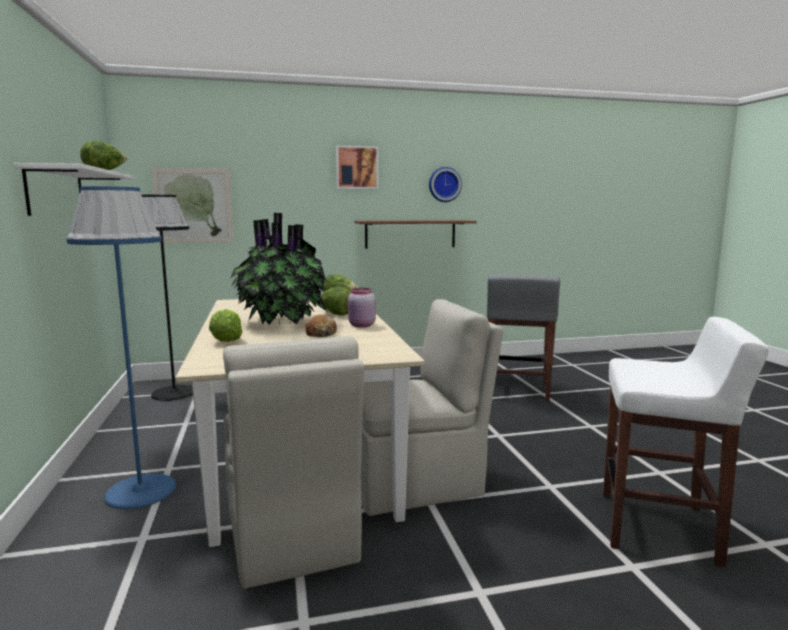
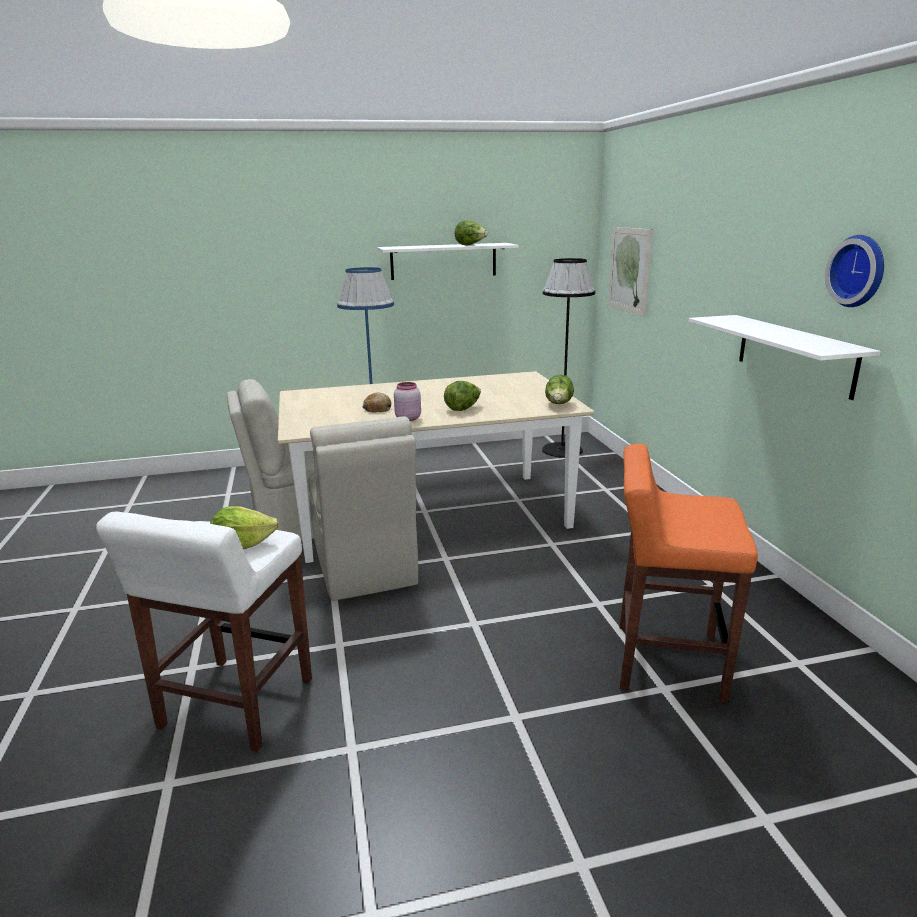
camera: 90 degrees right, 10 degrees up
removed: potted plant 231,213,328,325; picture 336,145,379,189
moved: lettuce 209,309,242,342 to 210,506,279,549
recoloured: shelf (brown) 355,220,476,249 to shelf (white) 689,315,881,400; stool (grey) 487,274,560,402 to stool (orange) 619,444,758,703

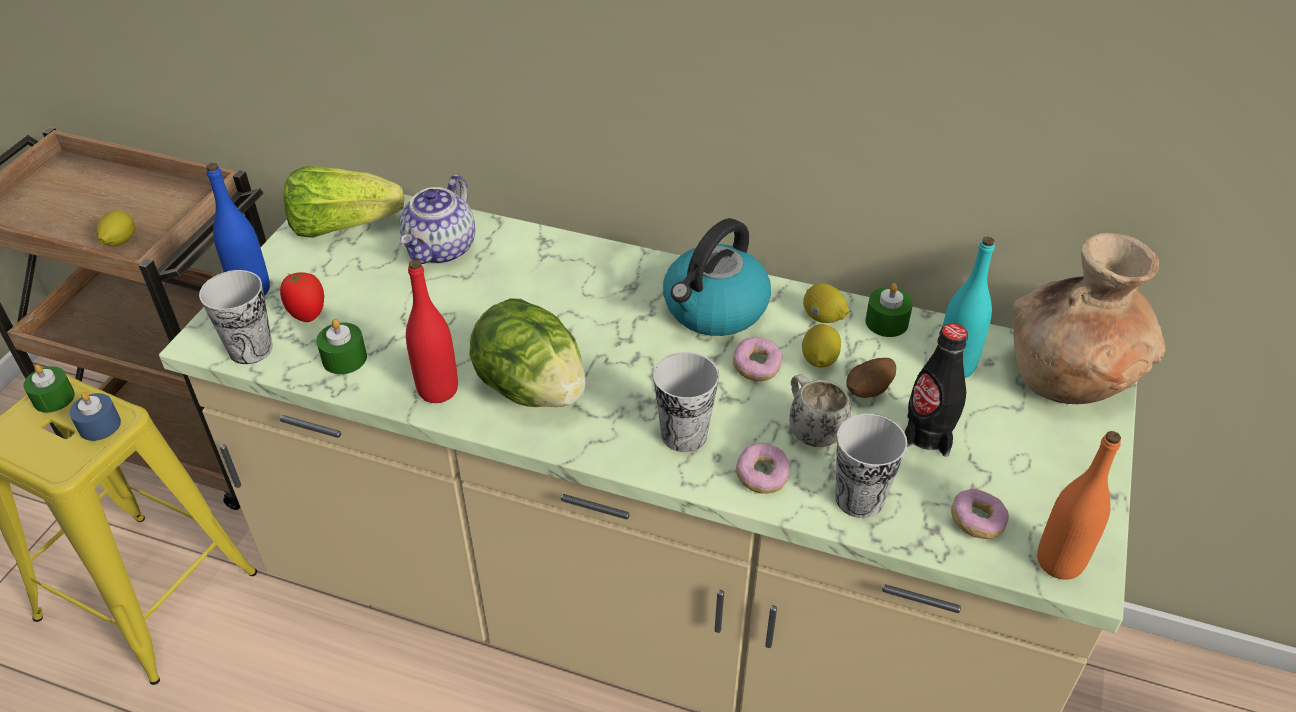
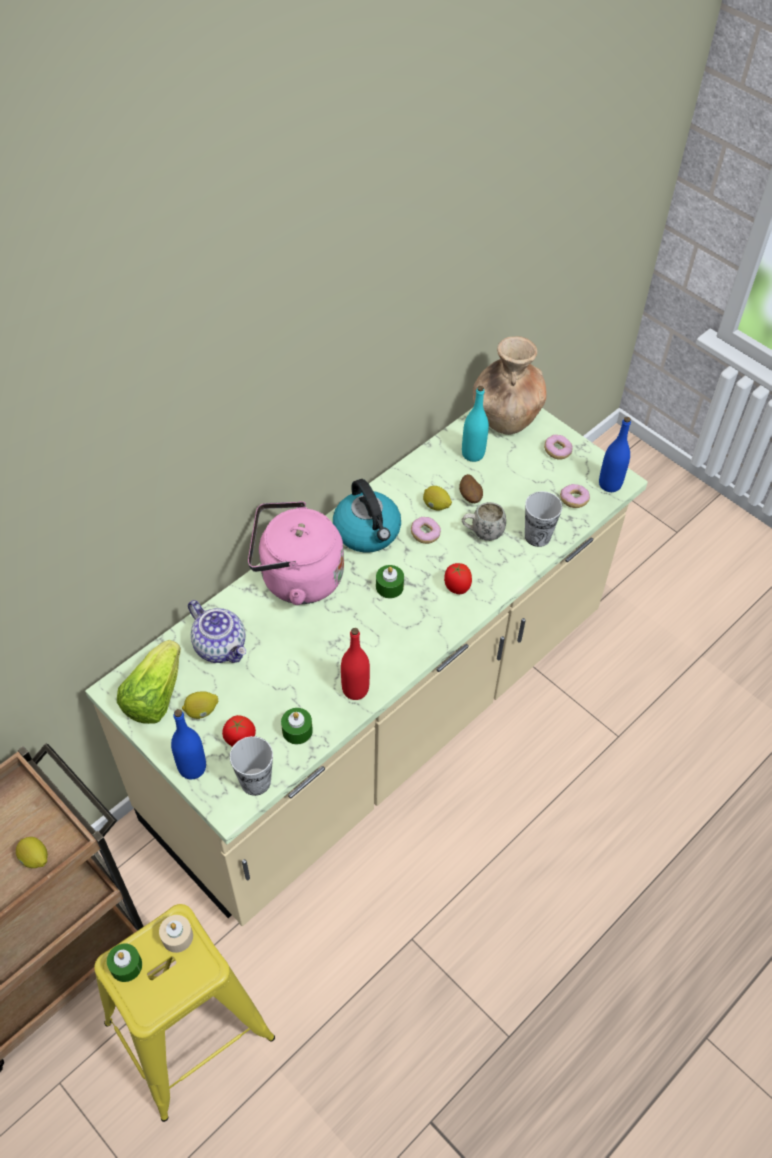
camera: 65 degrees left, 10 degrees up
removed: lettuce 469,298,586,407; bottle (black) 904,323,968,457
added: kettle (pink) 248,501,344,605
moved: donut 736,443,791,494 to 544,434,573,460; lemon 803,283,849,323 to 182,691,218,719; candle (green) 865,283,913,337 to 376,565,404,598
replaced: cup 653,352,719,452 to tomato 444,563,472,594
recoloured: candle (blue) 69,392,121,441 to candle (beige) 159,915,193,953; bottle (orange) 1037,431,1121,580 to bottle (blue) 599,417,631,492

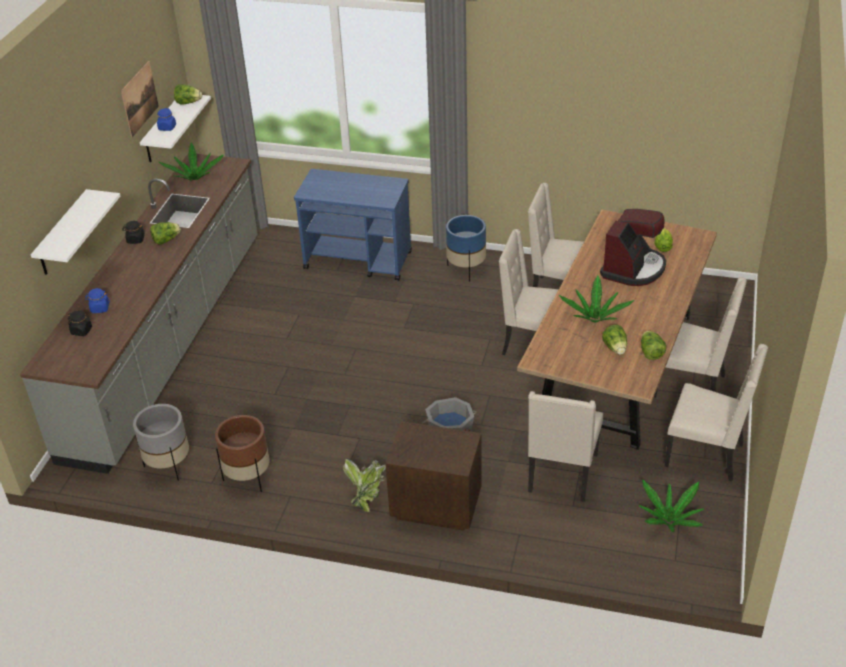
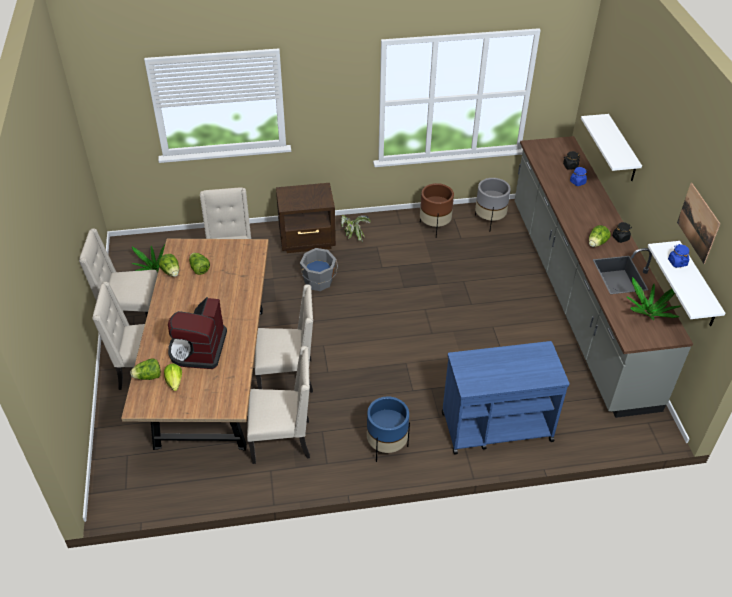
camera: 155 degrees right, 5 degrees up
removed: potted plant 559,276,634,323
moved: lettuce 174,84,202,104 to 130,359,161,380

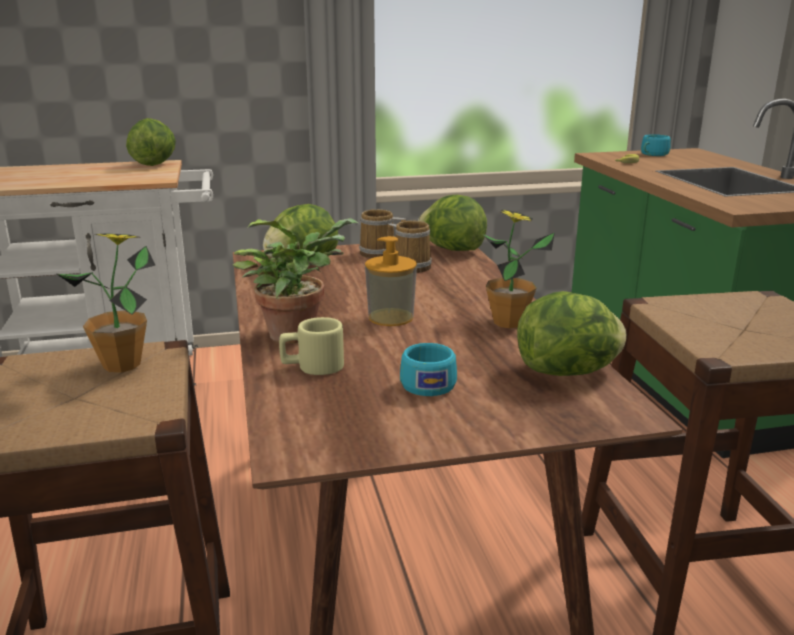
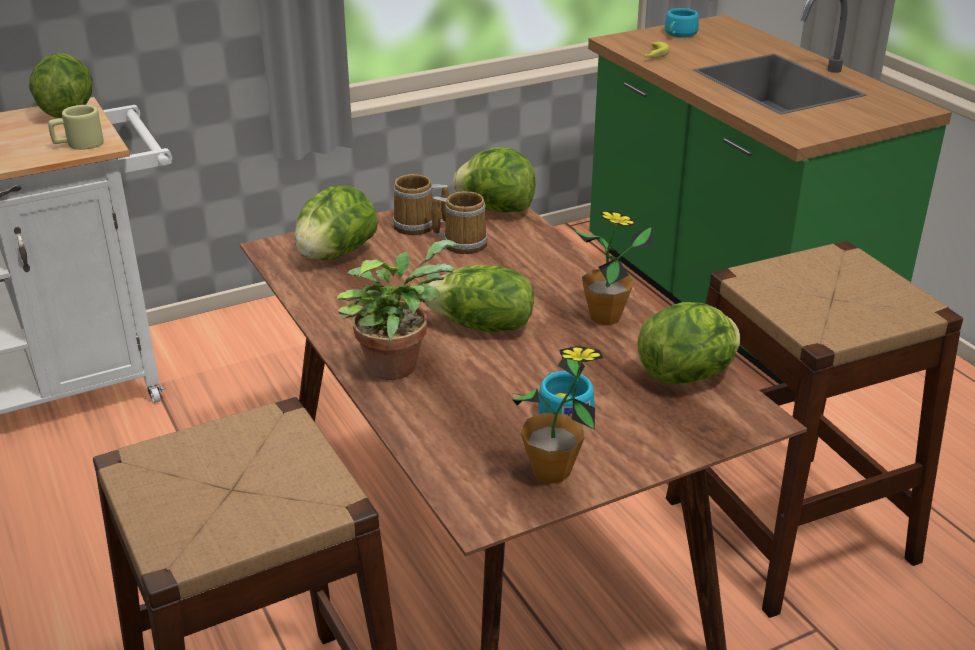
camera: 15 degrees left, 10 degrees up
moved: potted plant 57,233,156,373 to 509,346,603,484; mug (beige) 279,317,344,375 to 48,105,104,150
replaced: soap dispenser 365,236,417,326 to lettuce 424,265,534,332

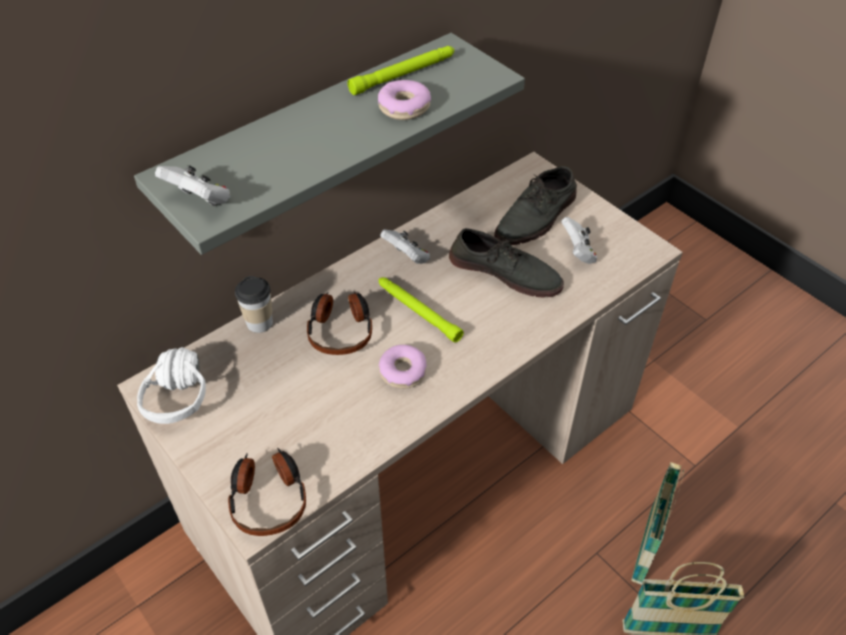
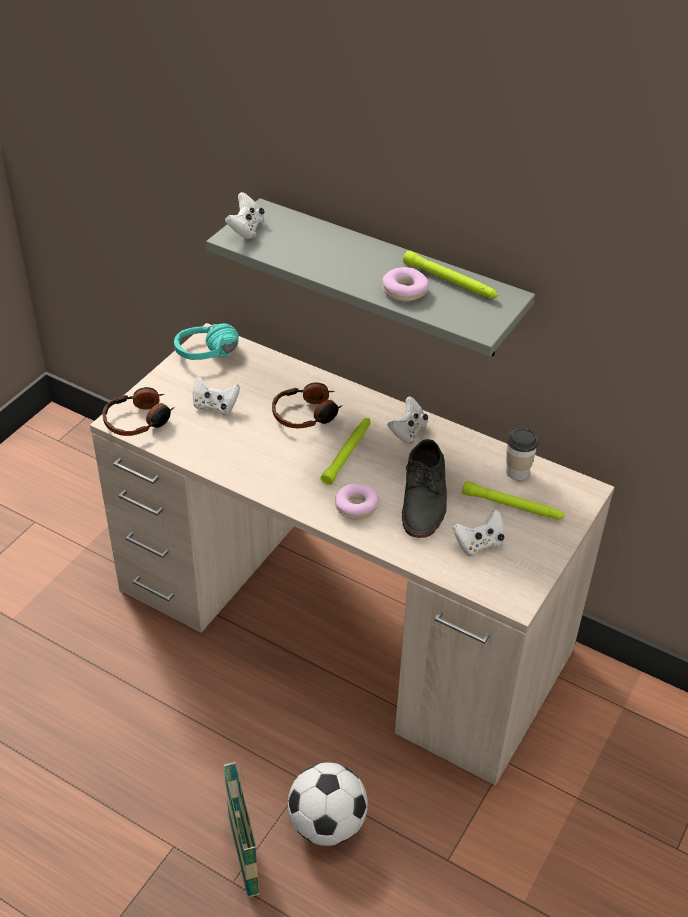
camera: 70 degrees right, 5 degrees down
added: game controller (white) 193,376,240,415
moved: cup 235,276,273,333 to 506,429,538,480; donut 379,345,427,389 to 335,483,379,519
replaced: shoe (grey) 494,166,577,245 to flashlight (green) 462,481,564,520; basket 631,462,684,585 to football 288,762,368,846
recoloured: headphones (white) 137,347,206,424 to headphones (turquoise) 174,323,239,360

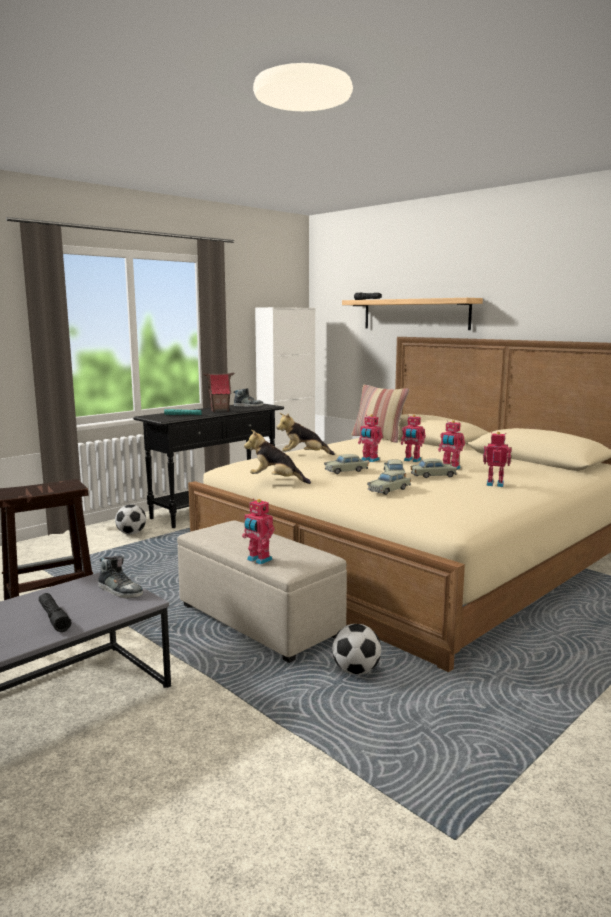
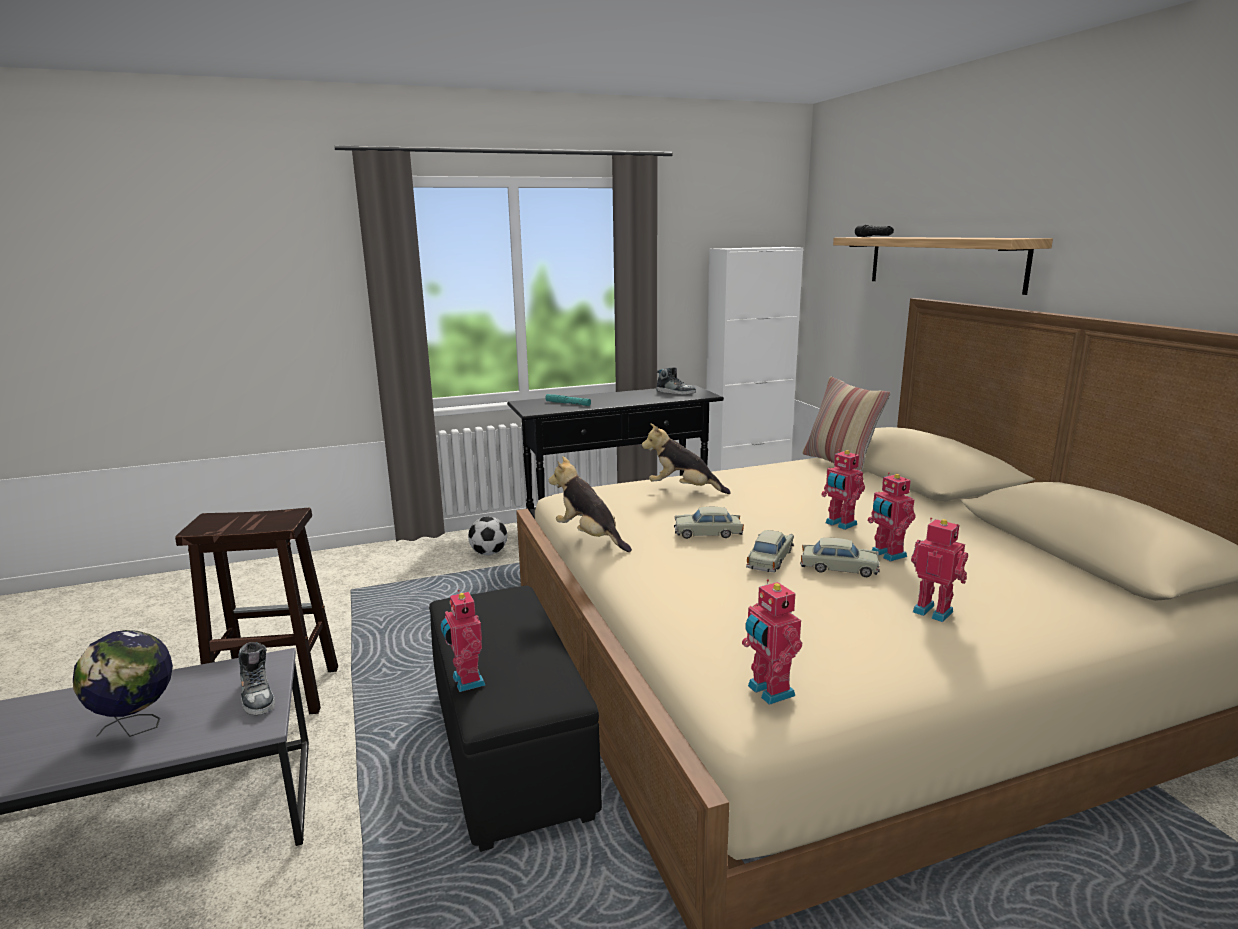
camera: 25 degrees right, 5 degrees up
removed: toy house 204,373,234,412; football 332,624,381,675; toy car (beige) 367,471,411,495
moved: toy robot 358,414,383,462 to 742,579,802,705
replaced: flashlight (black) 39,593,71,632 to globe 73,630,173,737
recoloured: ottoman (beige) 177,521,347,663 to ottoman (black) 429,586,602,852

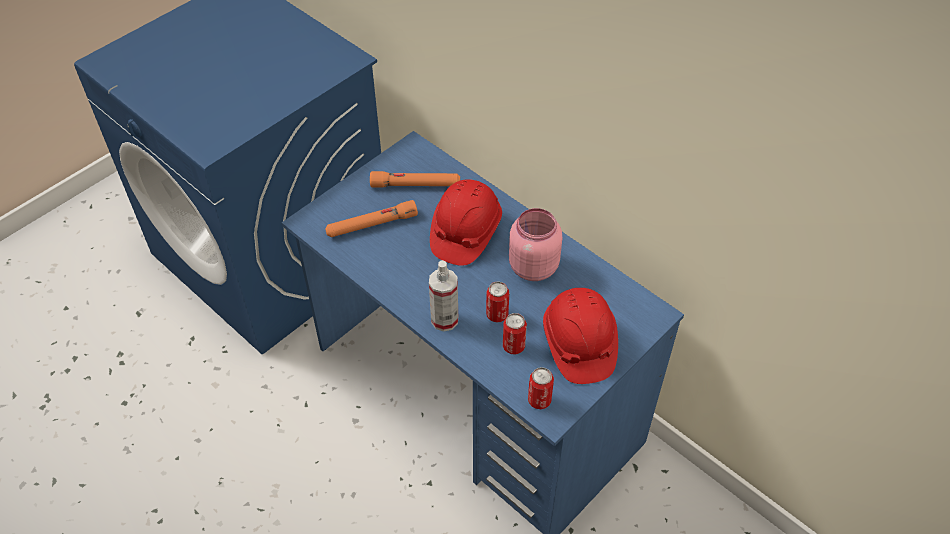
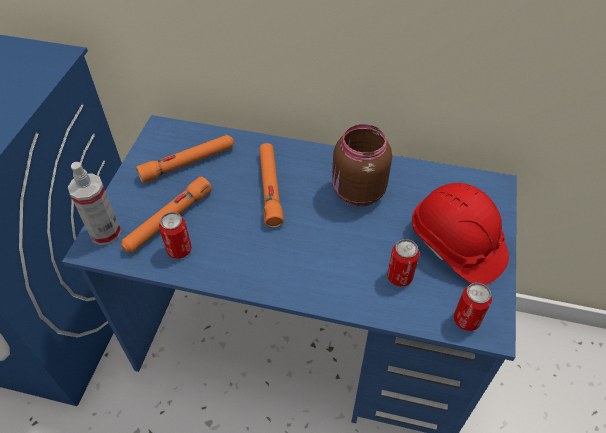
camera: 30 degrees left, 0 degrees up
moved: spray bottle 429,260,458,332 to 68,162,121,245; can 486,281,509,322 to 159,212,192,259
replaced: hard hat (red) 430,179,502,266 to flashlight (orange) 259,143,284,228
recoloured: jar (pink) 509,208,562,281 to jar (brown) 332,124,392,207

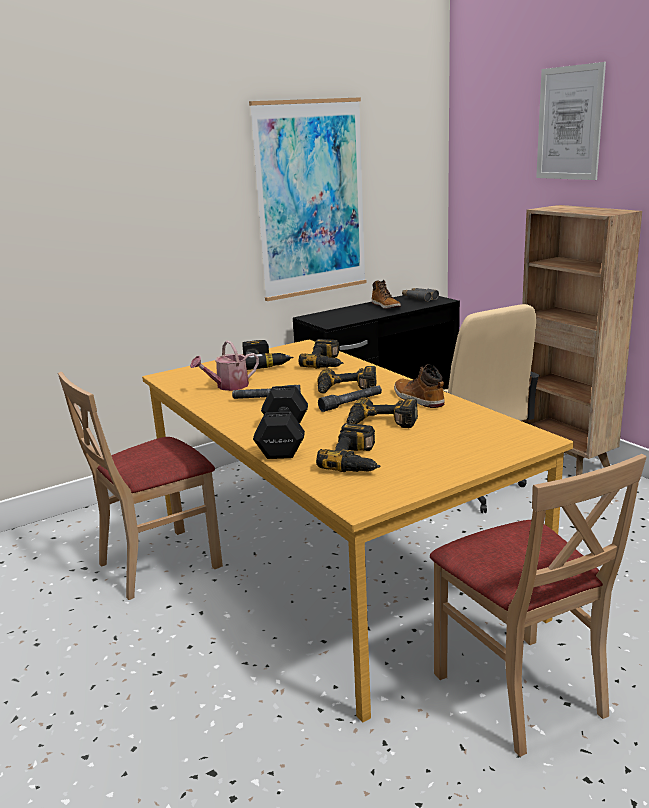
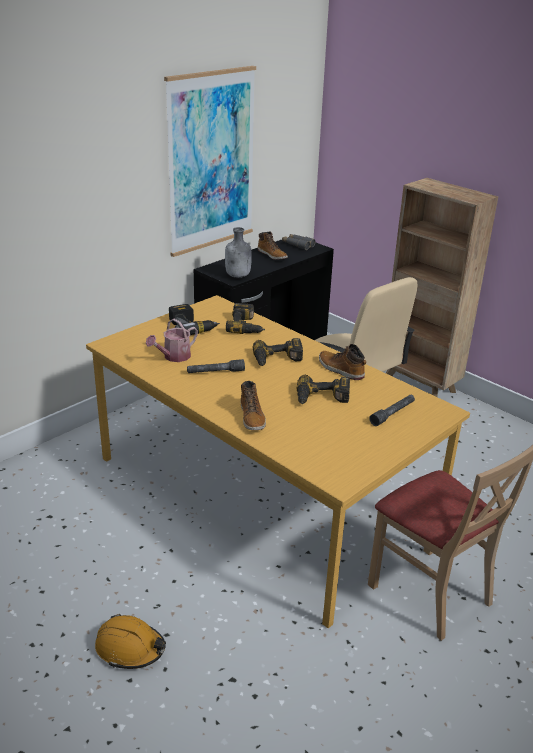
camera: 15 degrees left, 10 degrees up
removed: chair (beige) 58,372,223,600; power drill 316,423,381,472; picture 536,62,606,180
added: hard hat (orange) 95,614,166,669; bottle (grey) 225,227,252,278
moved: flashlight (grey) 318,385,382,412 to 369,395,415,426
replaced: dumbbell (black) 253,386,308,459 to boot 241,381,266,430

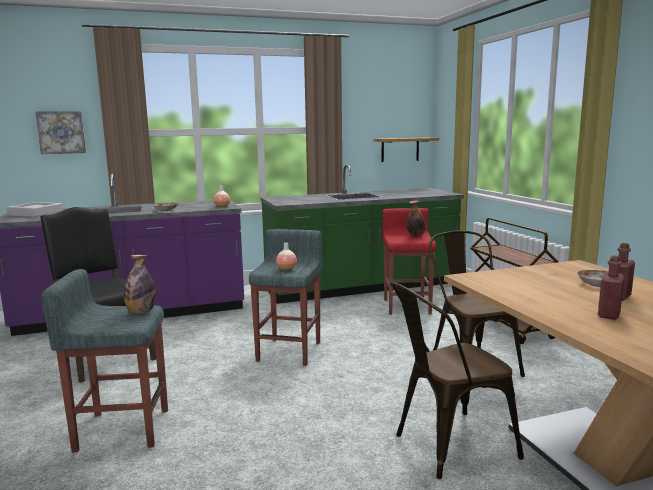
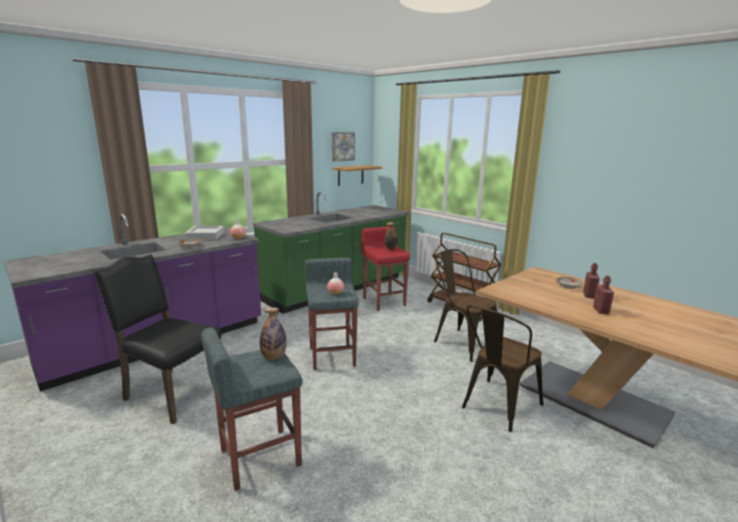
camera: 25 degrees left, 5 degrees up
moved: tray (grey) 6,202,63,217 to 185,226,224,240; picture 36,111,86,154 to 331,132,355,161

